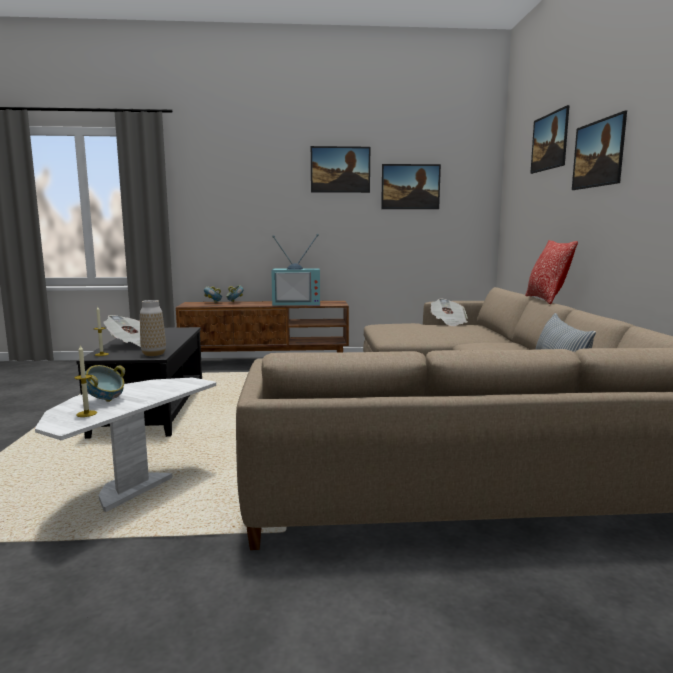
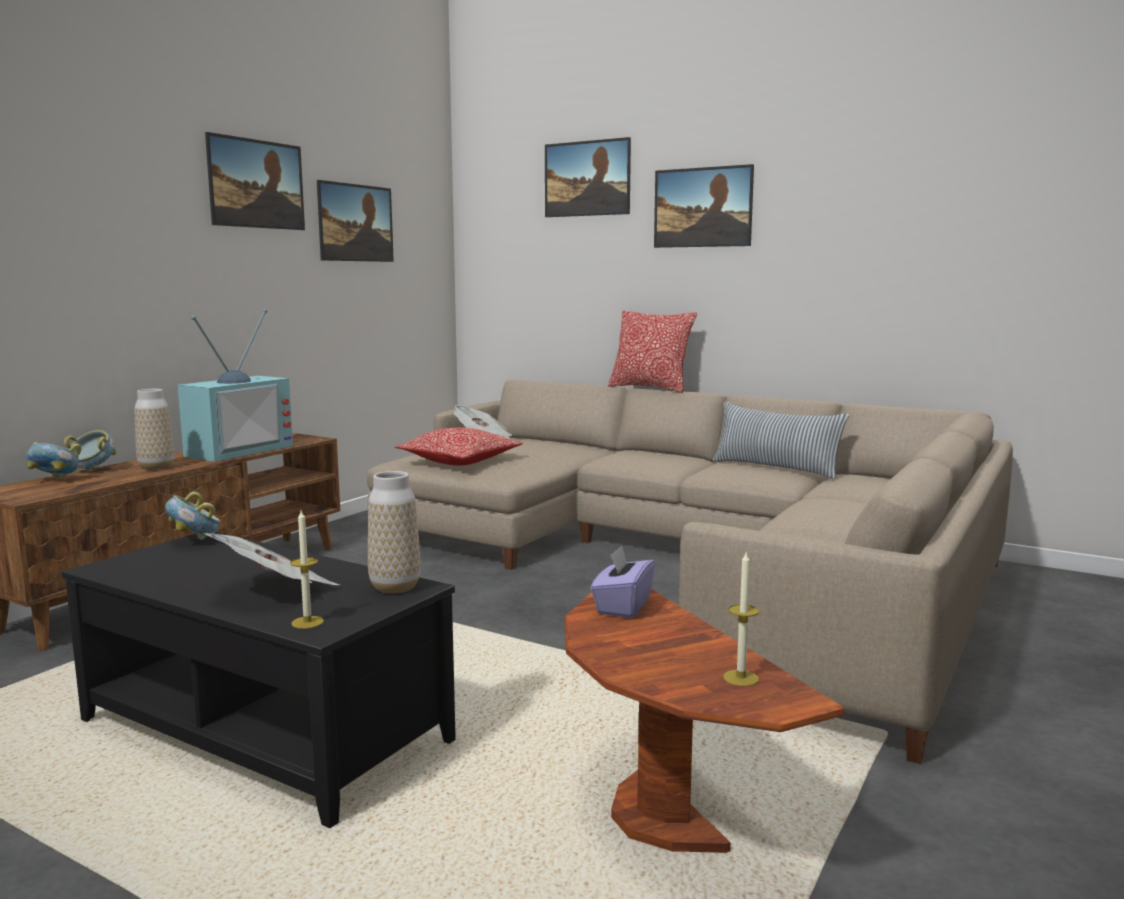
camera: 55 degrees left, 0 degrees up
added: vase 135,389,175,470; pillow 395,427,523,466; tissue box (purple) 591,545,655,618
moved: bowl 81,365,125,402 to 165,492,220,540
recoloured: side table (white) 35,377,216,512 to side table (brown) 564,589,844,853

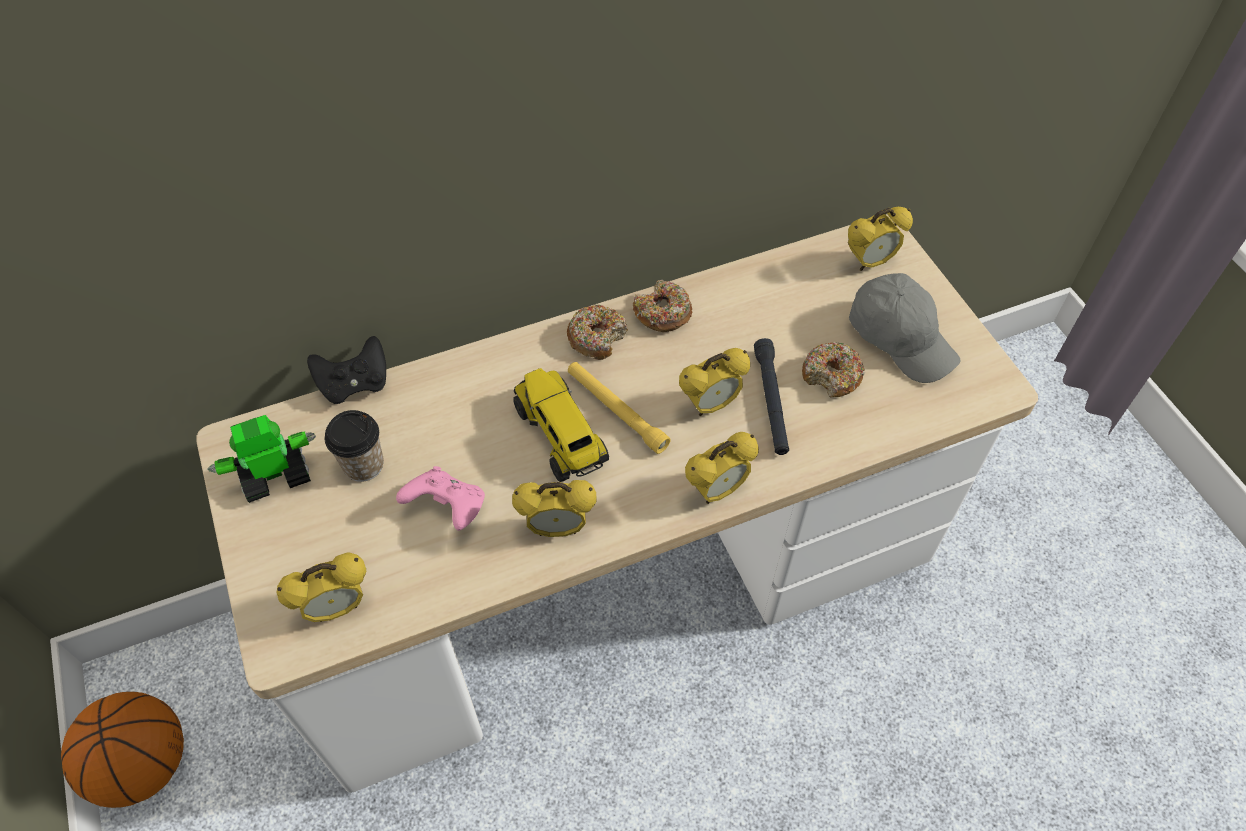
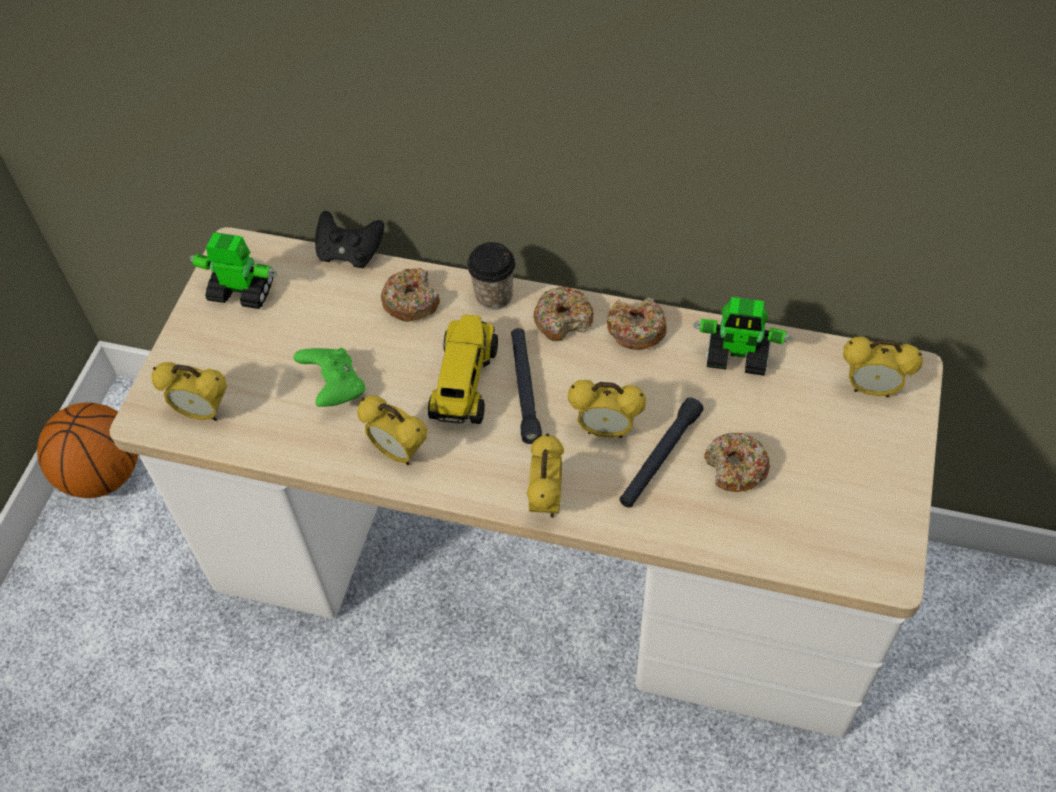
camera: 40 degrees right, 0 degrees up
removed: cap (grey) 849,273,960,383
added: donut 381,267,440,322; toy robot 693,297,793,376
moved: cup 325,410,384,482 to 467,242,515,310
recoloured: game controller (pink) 396,466,485,531 to game controller (green) 293,348,365,407; flashlight (yellow) 568,362,671,454 to flashlight (black) 511,328,542,444
turned: alarm clock 685,432,759,504 = 527,433,564,518 90 degrees counterclockwise

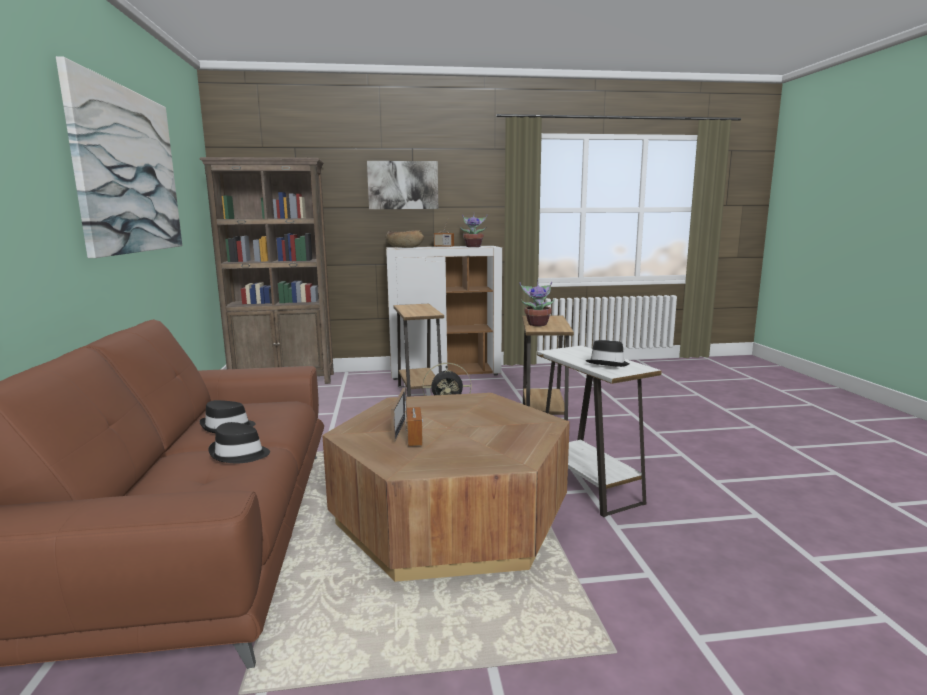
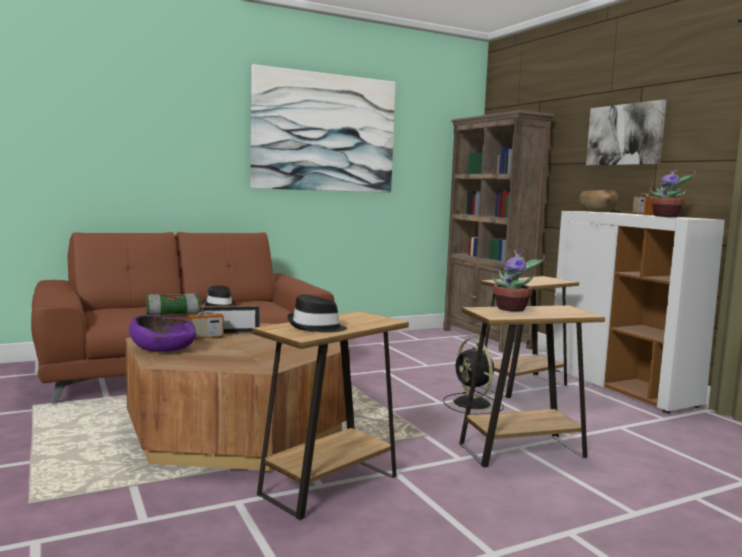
camera: 70 degrees right, 5 degrees down
added: bowl (purple) 129,315,196,352
replaced: hat (black) 208,422,270,463 to book 146,293,201,315
recoloured: side table (white) 537,345,662,517 to side table (brown) 252,311,409,520

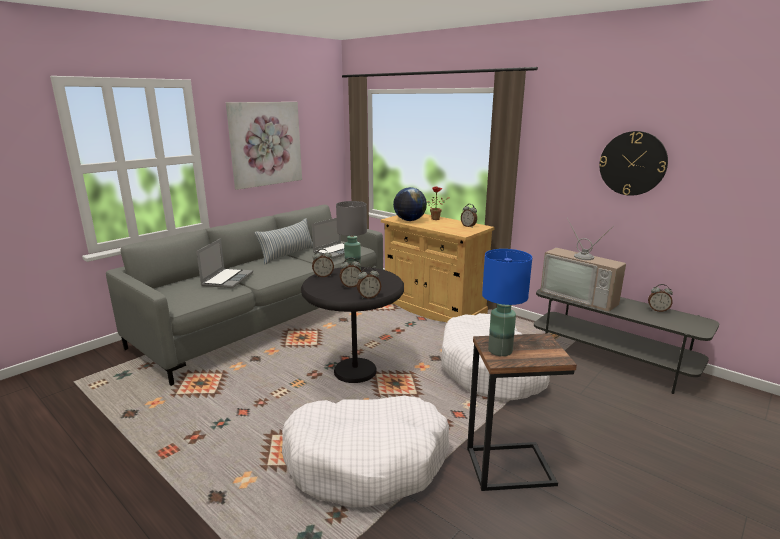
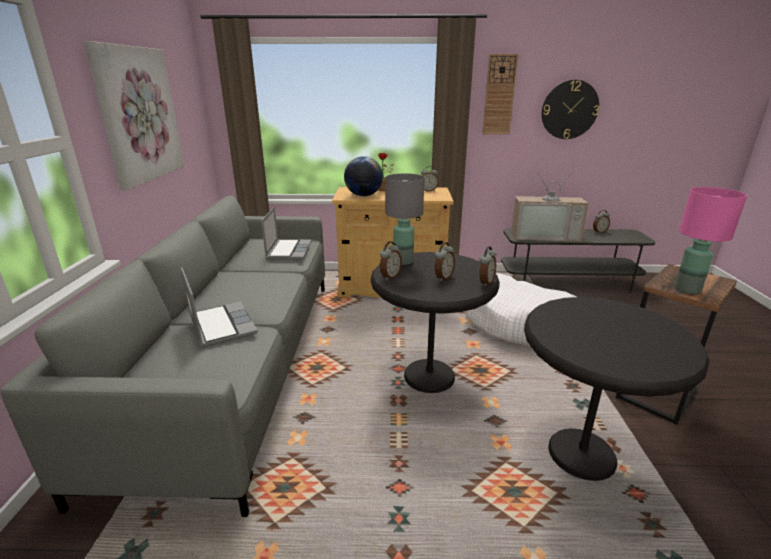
camera: 40 degrees left, 5 degrees up
removed: pillow 254,218,313,264
added: wall clock 482,54,518,134
replaced: dog bed (white) 282,396,449,508 to side table (black) 524,297,710,481
recoloured: table lamp (blue) 482,249,532,356 to table lamp (pink) 674,187,747,294

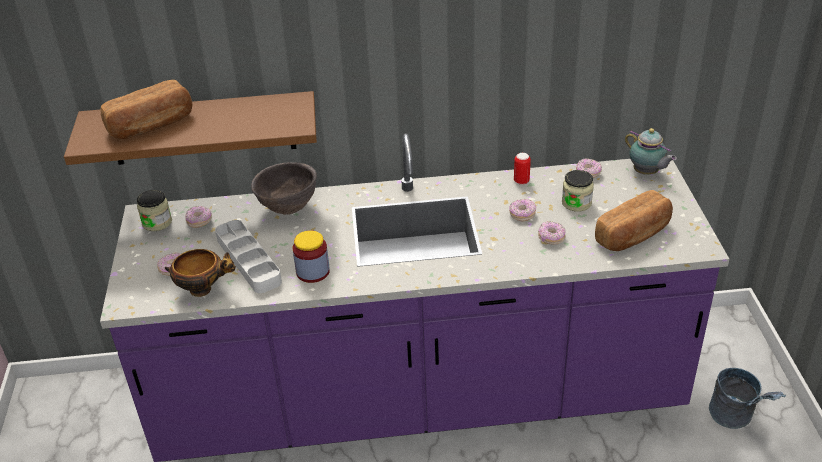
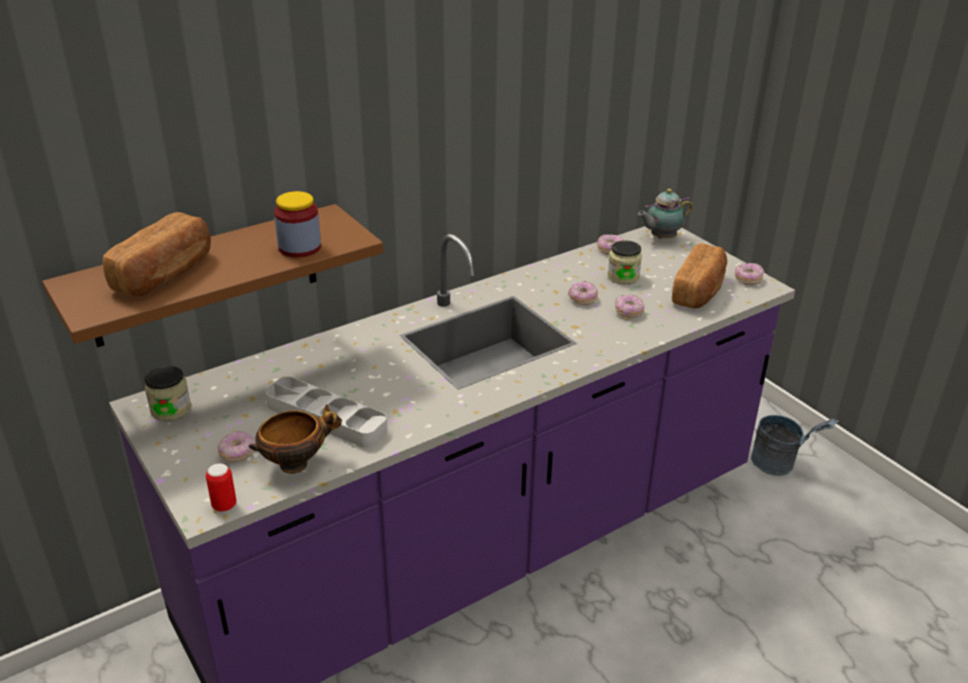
camera: 30 degrees left, 5 degrees down
removed: bowl (brown) 251,162,317,215
moved: donut 185,206,212,228 to 735,263,764,285; jar 292,230,330,283 to 274,191,321,258; can 514,153,531,185 to 206,463,237,512
turned: teapot 625,128,677,175 = 638,189,693,239 135 degrees clockwise

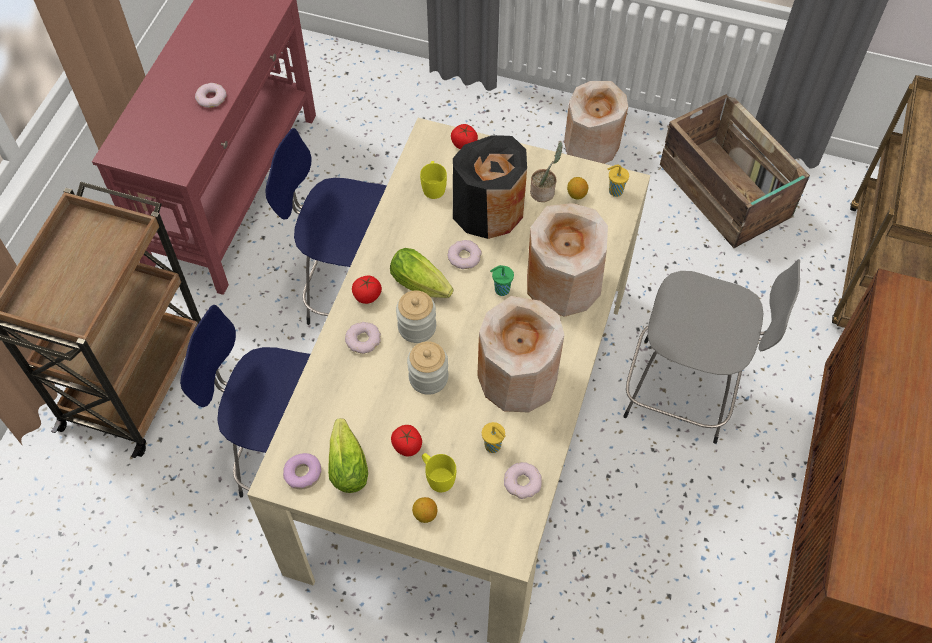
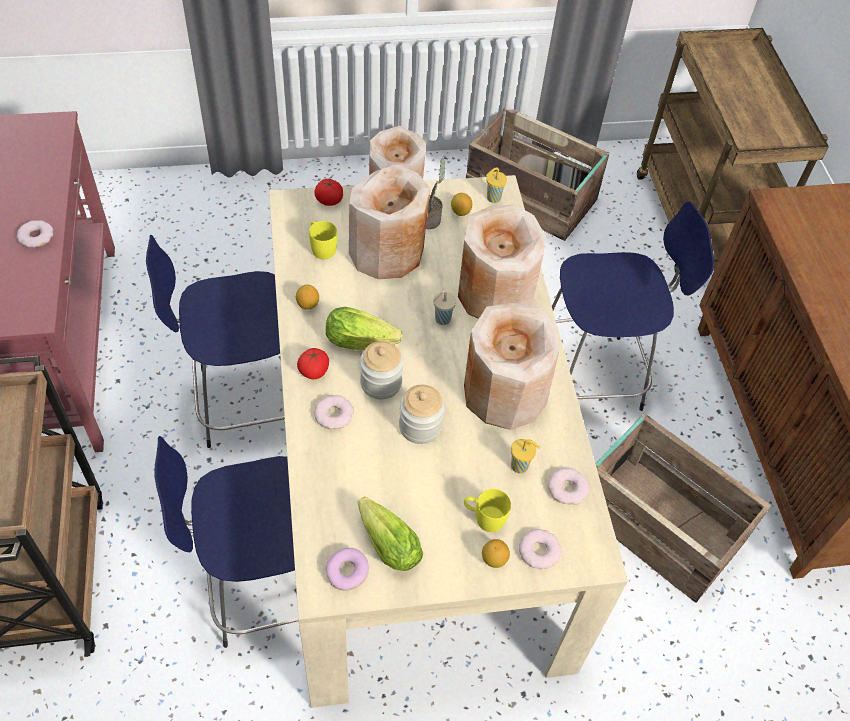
camera: 30 degrees left, 5 degrees down
removed: tomato 391,425,422,456
added: lemon 296,284,319,310; crate 595,413,771,603
moved: donut 447,240,482,269 to 519,529,561,569
recoloured: vase (black) 453,135,527,239 to vase (beige) 349,165,430,279; cup (green) 490,265,514,296 to cup (beige) 433,290,456,325; stool (grey) 623,259,800,444 to stool (blue) 552,201,714,411

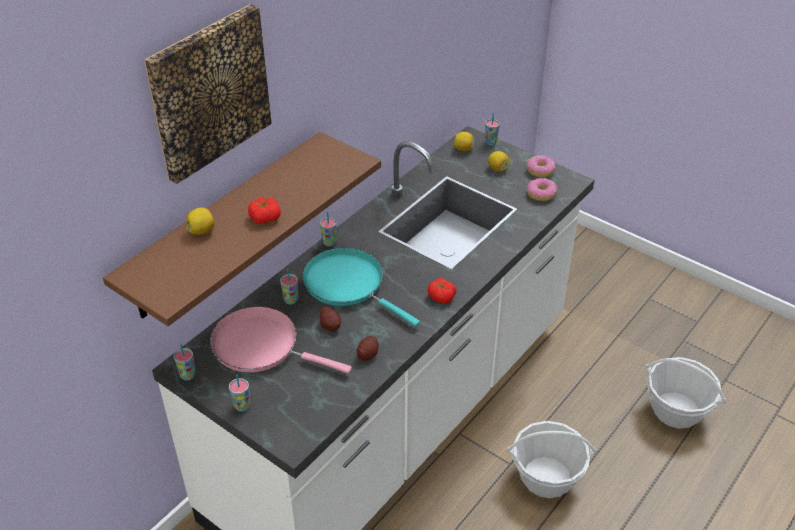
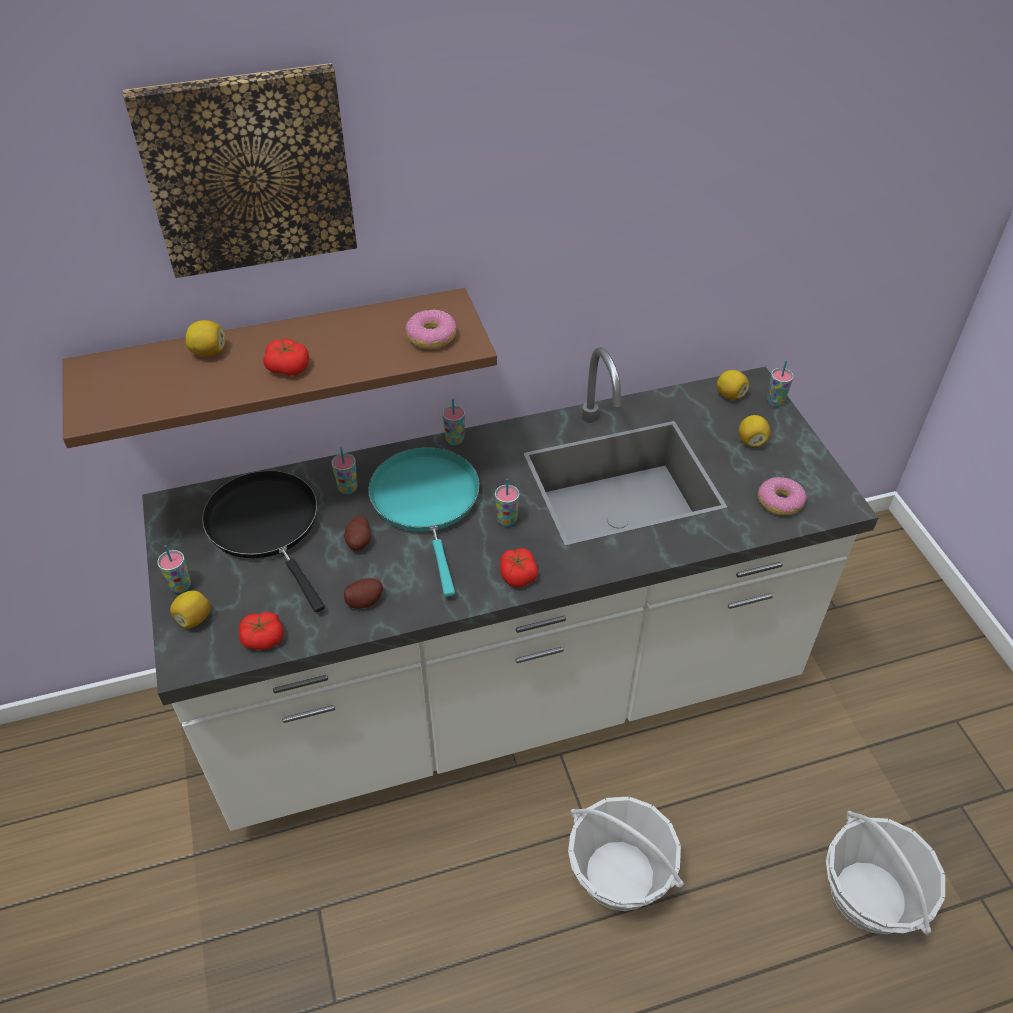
camera: 35 degrees right, 5 degrees up
added: lemon 170,591,211,628; tomato 239,612,283,650
moved: cup 174,344,195,381 to 495,479,520,526; donut 527,155,556,177 to 406,310,457,349
recoloured: frying pan (pink) 210,306,352,374 to frying pan (black) 202,470,325,612

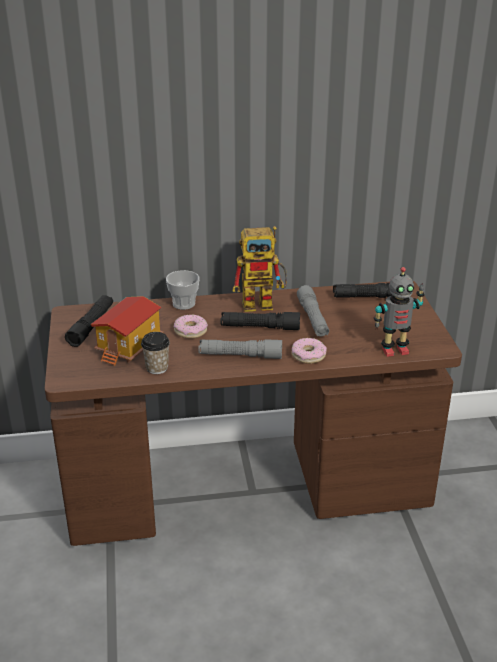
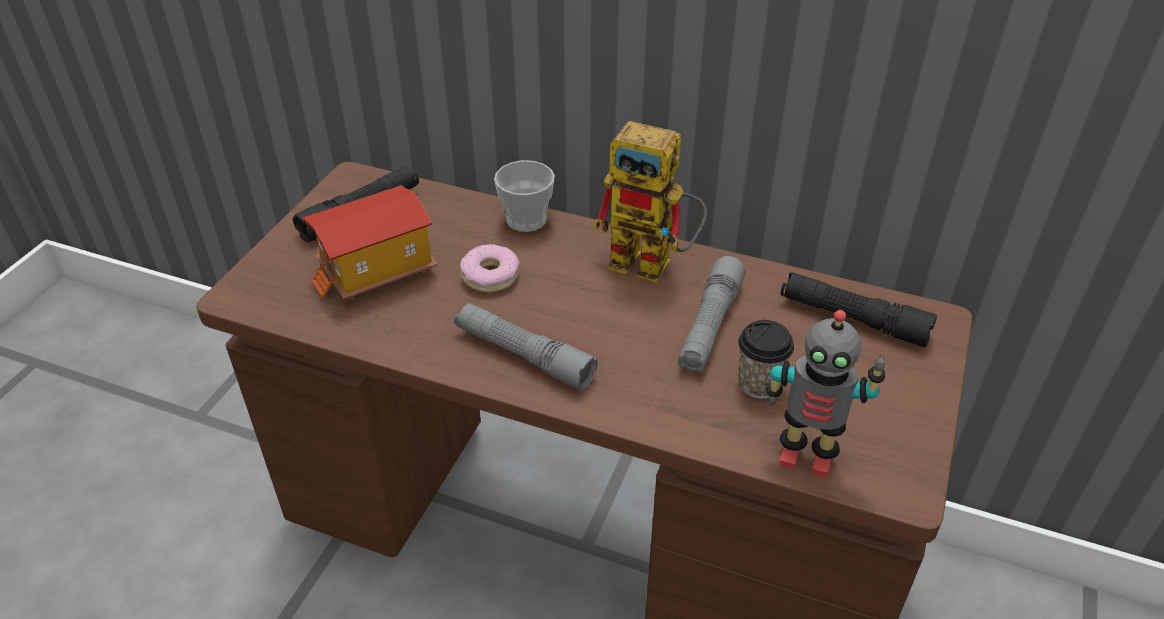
camera: 30 degrees right, 10 degrees up
removed: flashlight (black) 221,312,300,330; donut 292,338,327,364
moved: cup 141,332,170,374 to 738,320,794,399

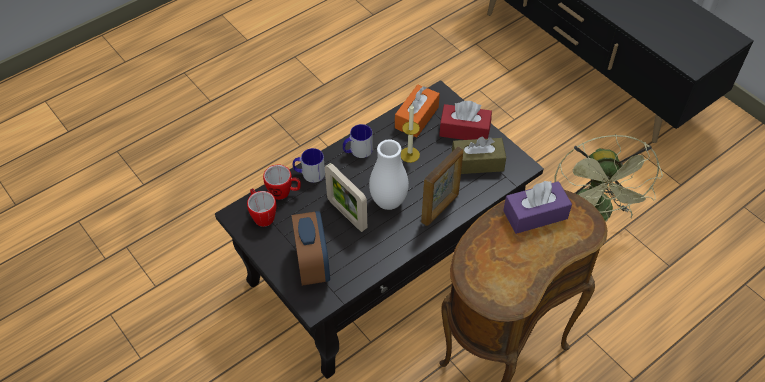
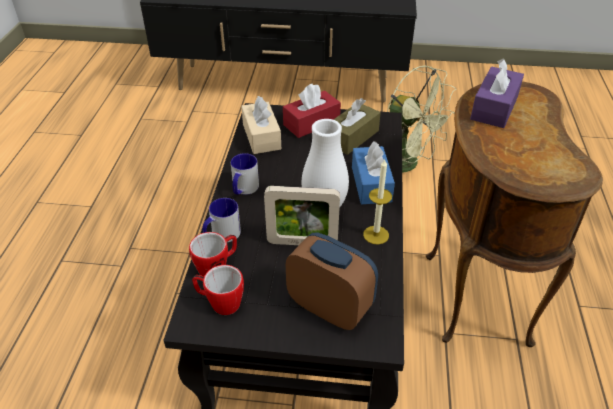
camera: 45 degrees left, 10 degrees down
moved: candle 401,104,420,163 to 363,160,392,245
replaced: picture frame 421,147,463,226 to tissue box (blue) 352,141,395,204
recoloured: tissue box (orange) 395,85,440,138 to tissue box (beige) 241,96,281,154

